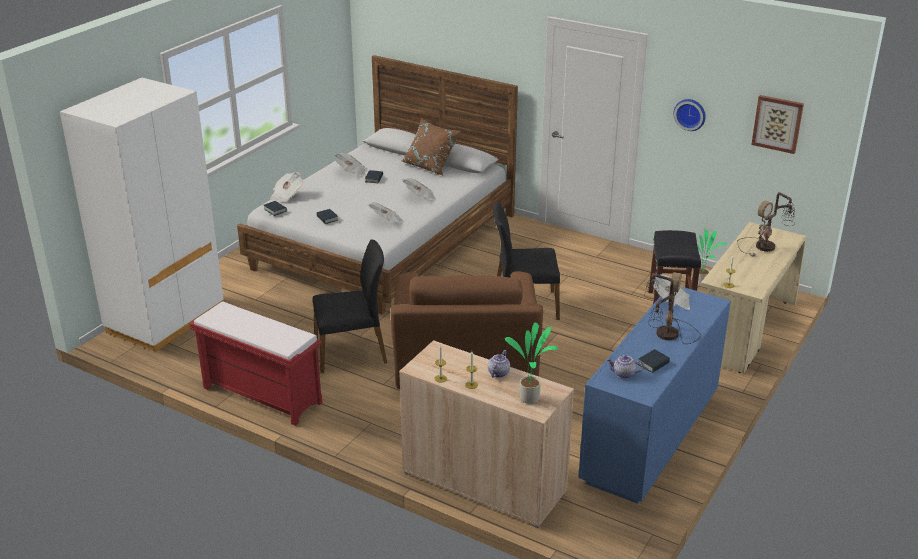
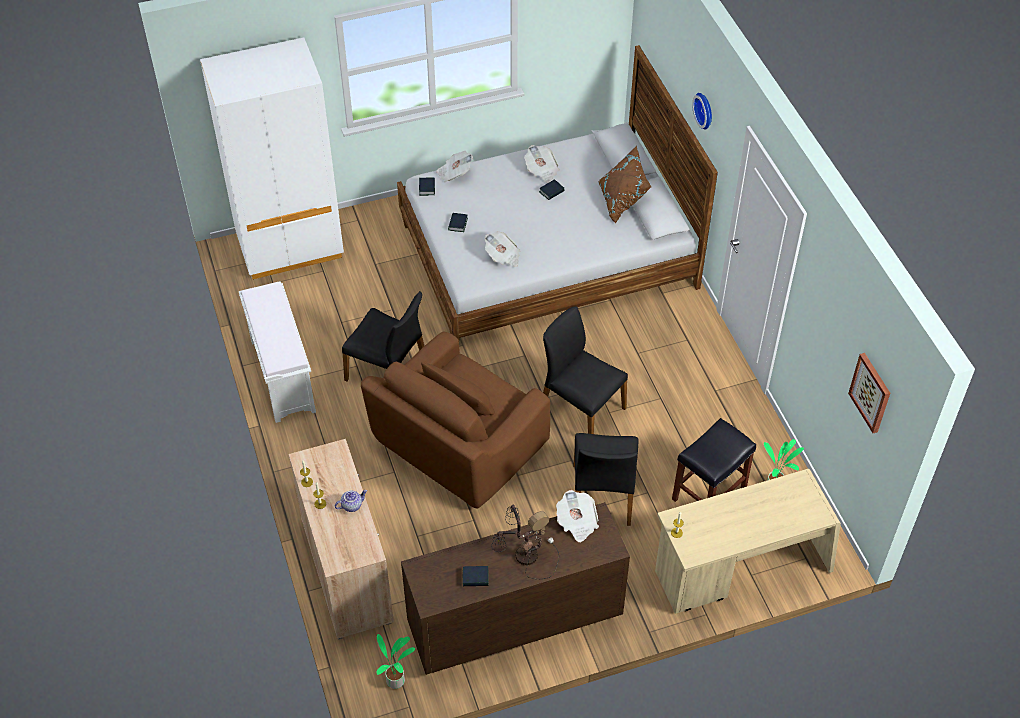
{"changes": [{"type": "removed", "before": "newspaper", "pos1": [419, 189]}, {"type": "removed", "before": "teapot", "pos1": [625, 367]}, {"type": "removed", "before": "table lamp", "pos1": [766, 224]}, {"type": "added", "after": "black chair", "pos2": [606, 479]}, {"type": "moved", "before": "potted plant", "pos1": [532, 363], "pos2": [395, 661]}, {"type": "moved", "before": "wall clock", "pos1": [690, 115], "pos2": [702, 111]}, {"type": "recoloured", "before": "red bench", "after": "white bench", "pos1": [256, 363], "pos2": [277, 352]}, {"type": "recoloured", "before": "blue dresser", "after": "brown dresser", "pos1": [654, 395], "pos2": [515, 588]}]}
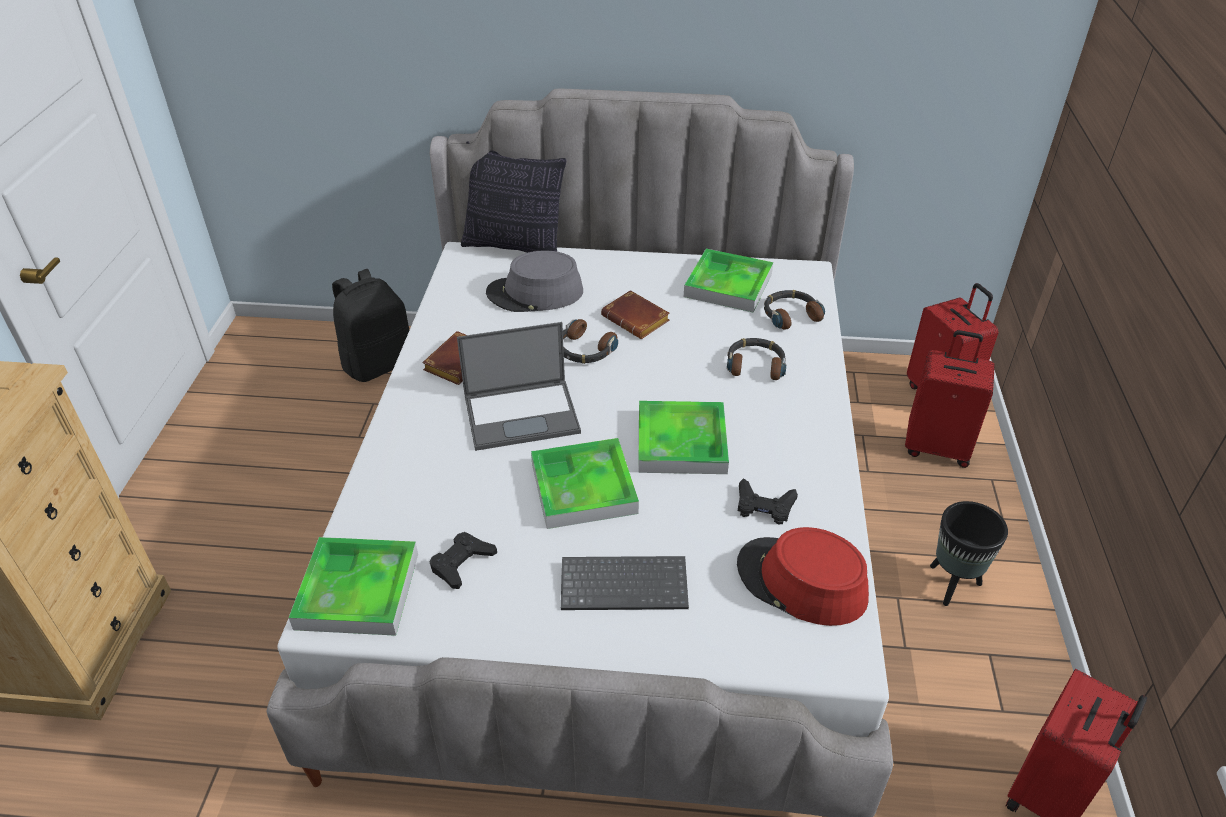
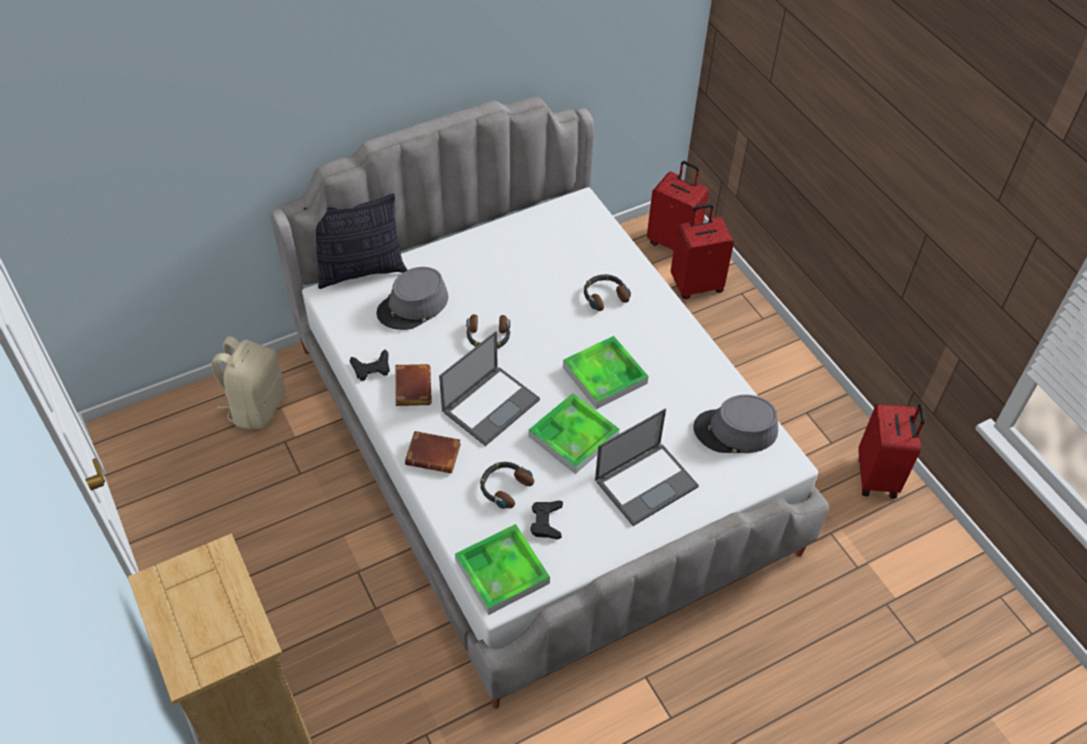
{"changes": [{"type": "removed", "before": "tray", "pos1": [728, 280]}, {"type": "removed", "before": "black planter", "pos1": [969, 553]}, {"type": "moved", "before": "brown book", "pos1": [635, 314], "pos2": [433, 452]}, {"type": "moved", "before": "black game controller", "pos1": [768, 501], "pos2": [370, 365]}, {"type": "moved", "before": "headphones", "pos1": [794, 309], "pos2": [507, 485]}, {"type": "replaced", "before": "keyboard", "after": "laptop", "pos1": [625, 583], "pos2": [647, 467]}, {"type": "recoloured", "before": "black backpack", "after": "beige backpack", "pos1": [370, 325], "pos2": [248, 382]}, {"type": "recoloured", "before": "red hat", "after": "grey hat", "pos1": [803, 576], "pos2": [735, 424]}]}
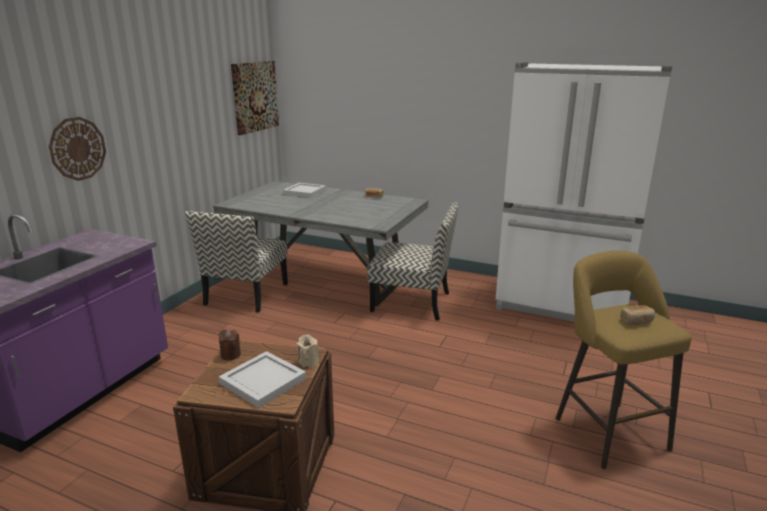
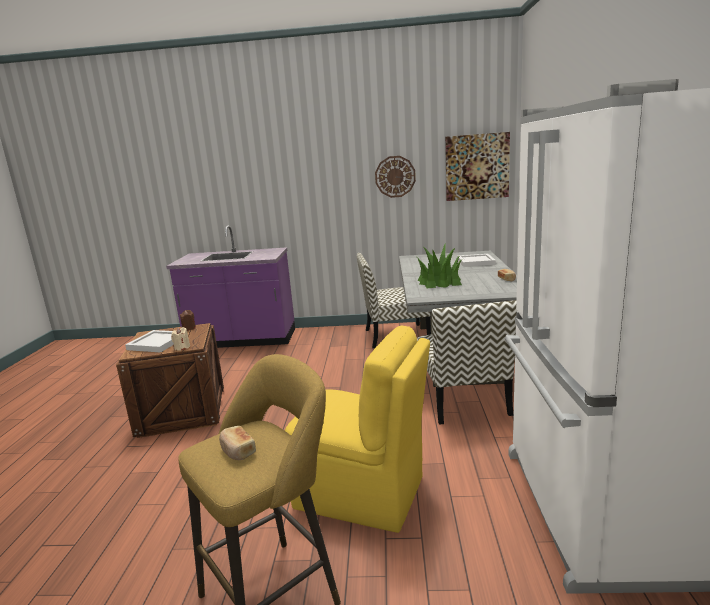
{"changes": [{"type": "added", "after": "yellow chair", "pos2": [357, 429]}, {"type": "added", "after": "potted plant", "pos2": [439, 266]}, {"type": "moved", "before": "wall clock", "pos1": [77, 149], "pos2": [395, 177]}]}
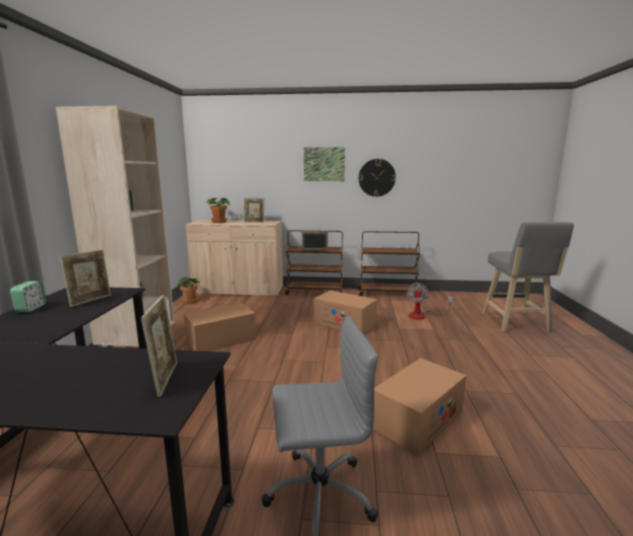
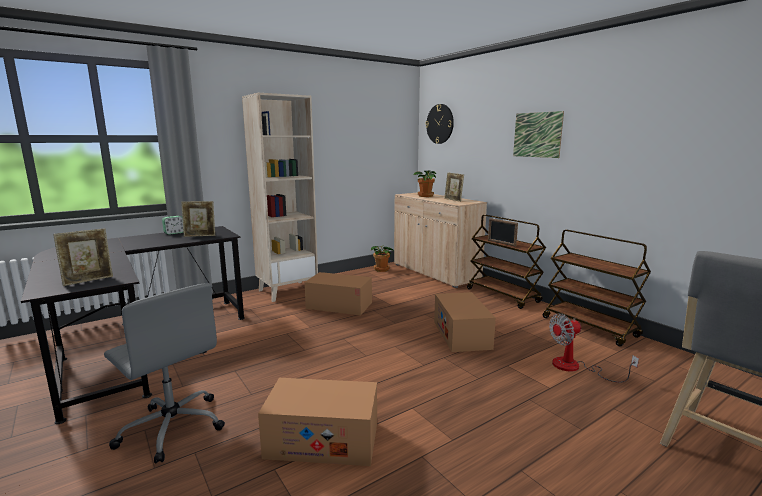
{"changes": [{"type": "moved", "before": "wall clock", "pos1": [377, 178], "pos2": [440, 124]}]}
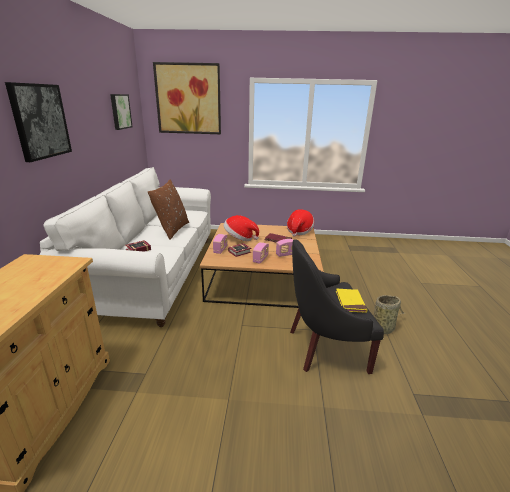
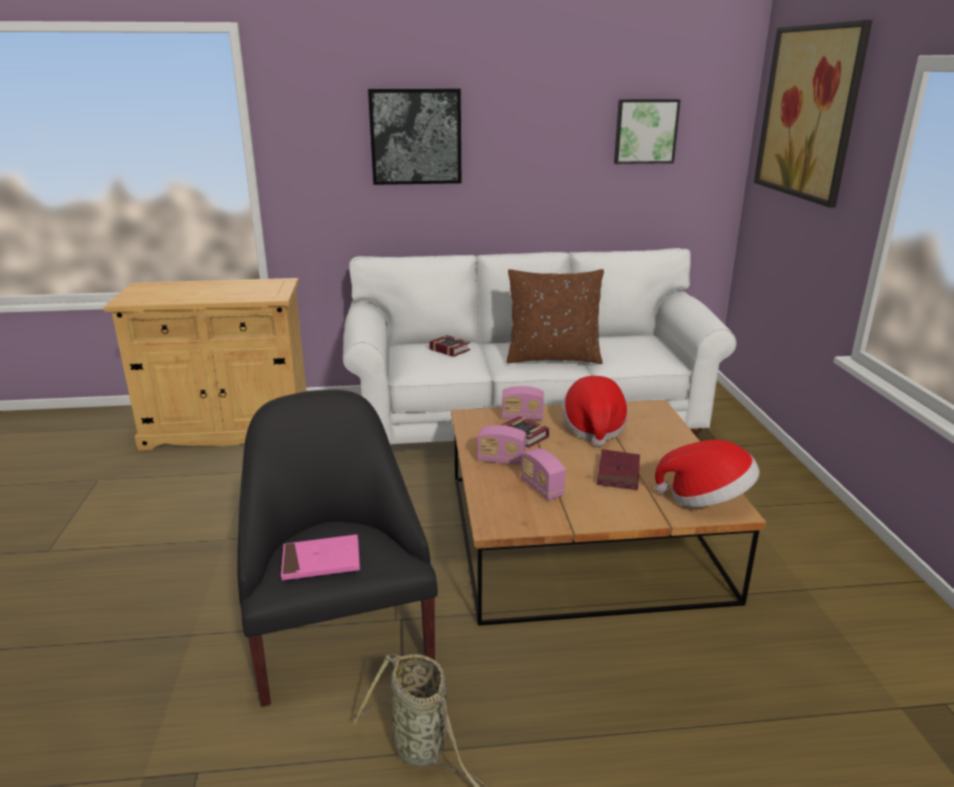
{"changes": [{"type": "recoloured", "before": "yellow book", "after": "pink book", "pos1": [351, 301], "pos2": [320, 557]}]}
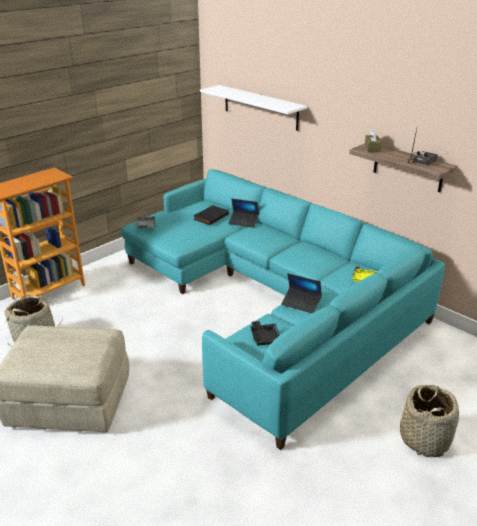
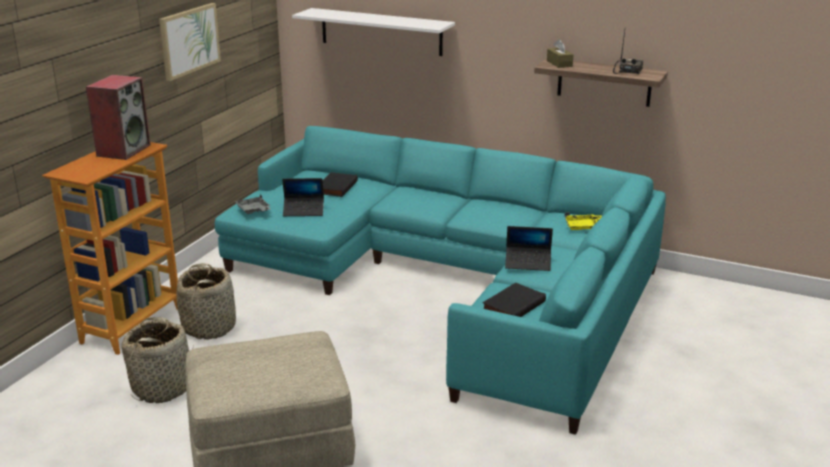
{"changes": [{"type": "added", "after": "speaker", "pos2": [118, 117]}, {"type": "added", "after": "picture", "pos2": [190, 42]}, {"type": "moved", "before": "laptop", "pos1": [243, 213], "pos2": [303, 197]}, {"type": "moved", "before": "basket", "pos1": [429, 421], "pos2": [206, 301]}, {"type": "replaced", "before": "black tray", "after": "black book", "pos1": [264, 333], "pos2": [514, 300]}]}
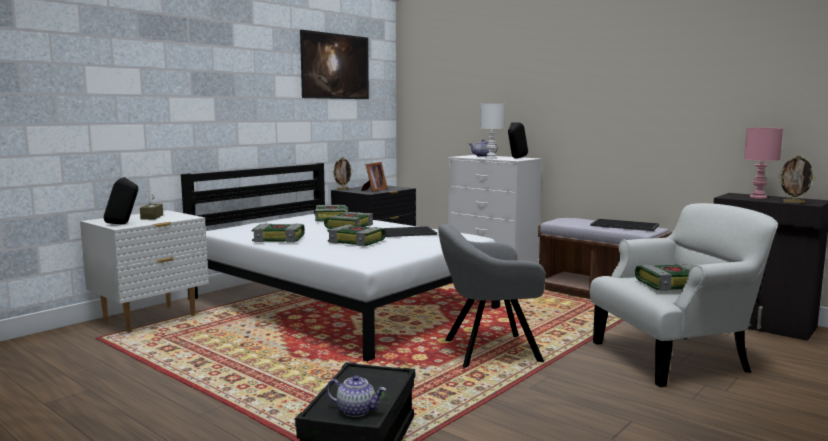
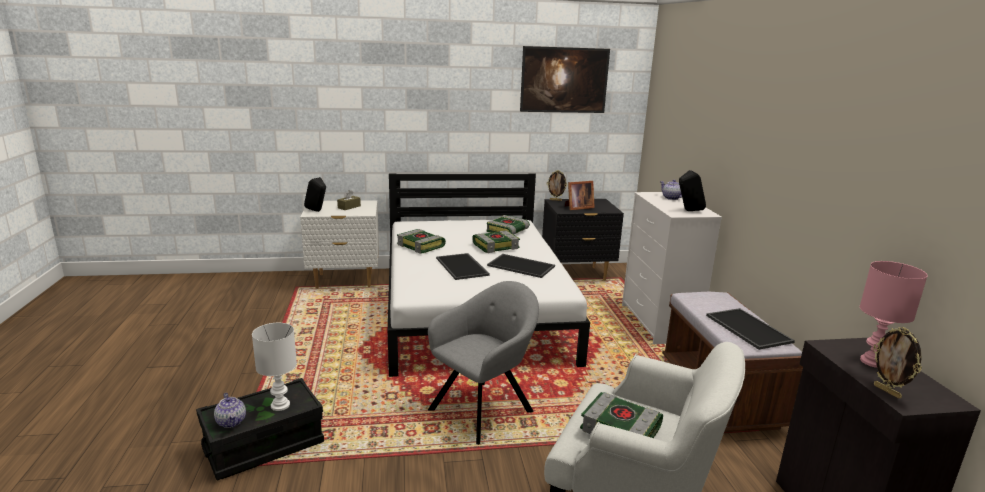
{"changes": [{"type": "moved", "before": "white table lamp", "pos1": [492, 131], "pos2": [274, 367]}, {"type": "replaced", "before": "book", "after": "tray", "pos1": [356, 236], "pos2": [463, 266]}, {"type": "turned", "before": "grey armchair", "pos1": [492, 296], "pos2": [483, 363], "turn": 105}]}
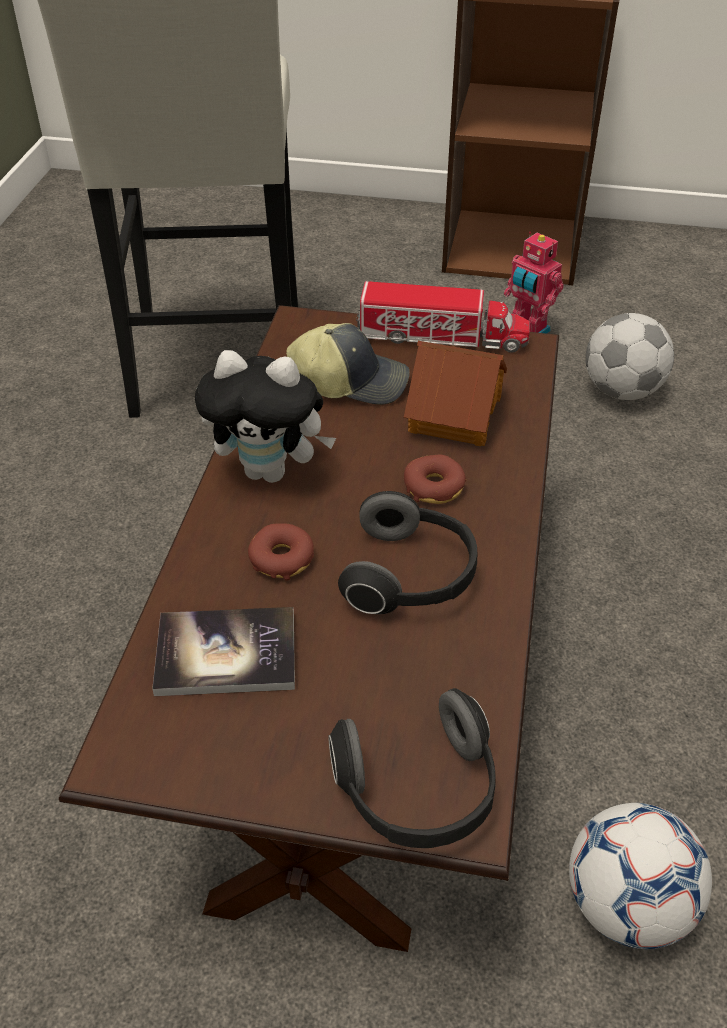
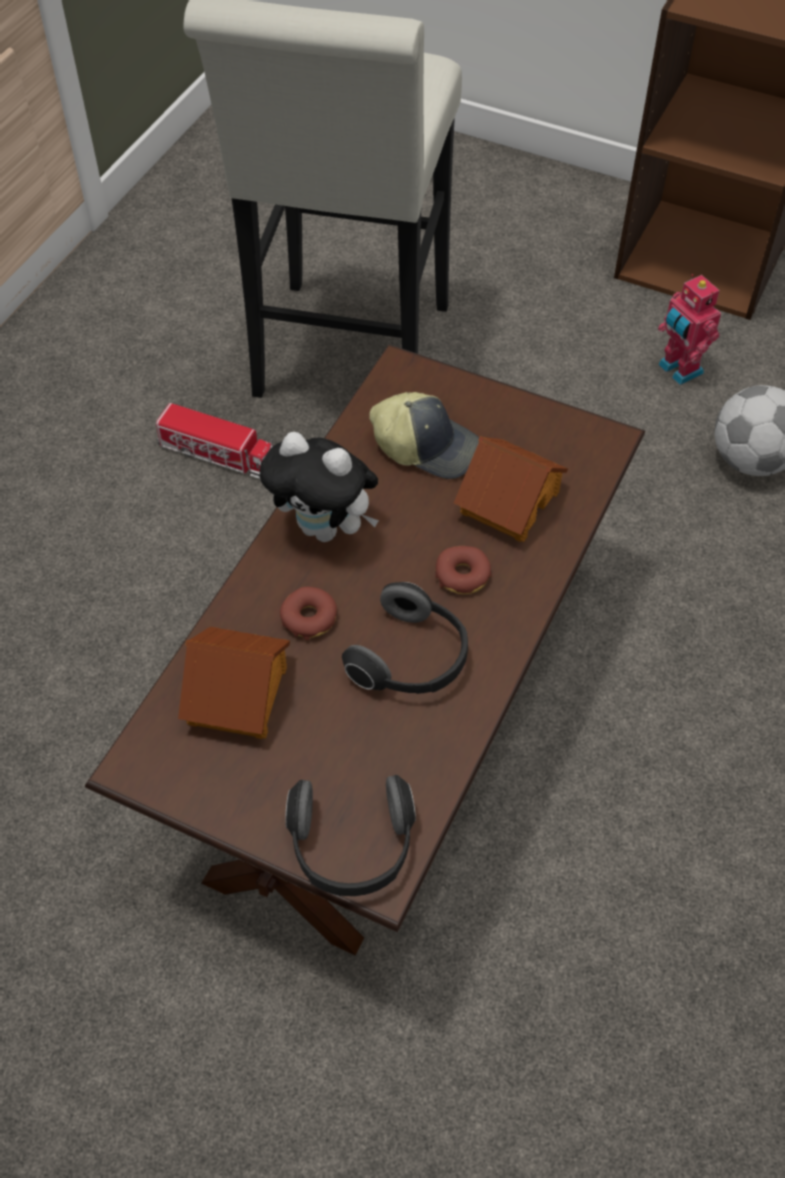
{"changes": [{"type": "removed", "before": "football", "pos1": [640, 876]}, {"type": "moved", "before": "toy truck", "pos1": [443, 317], "pos2": [214, 441]}, {"type": "replaced", "before": "book", "after": "toy house", "pos1": [223, 651], "pos2": [234, 683]}]}
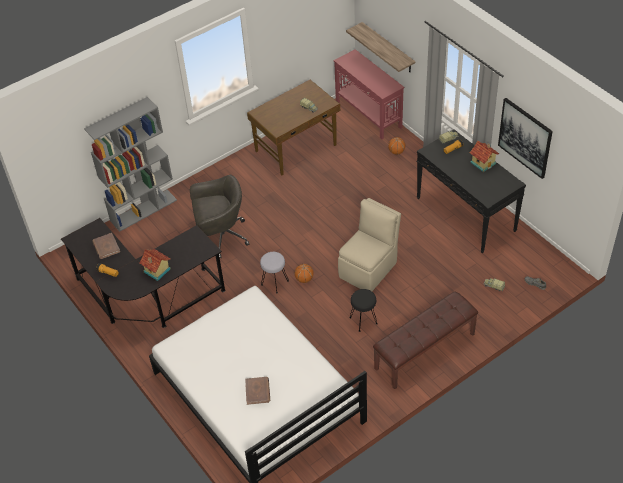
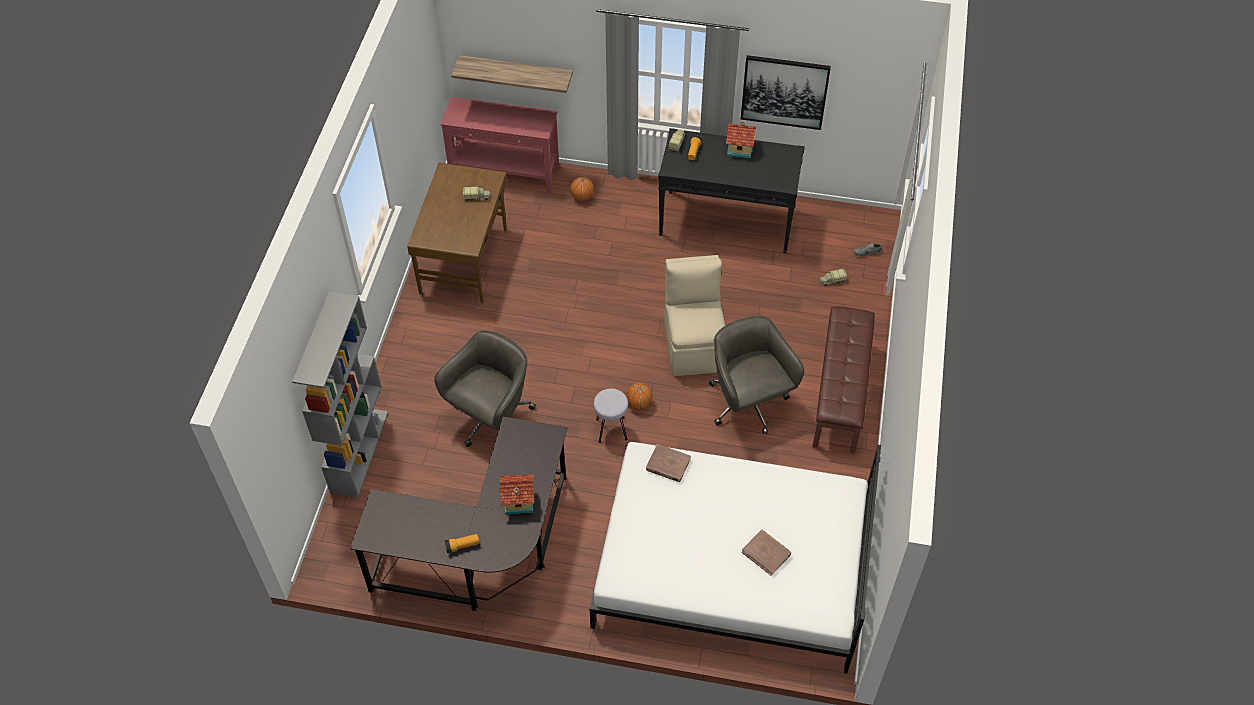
{"changes": [{"type": "moved", "before": "brown book", "pos1": [106, 246], "pos2": [668, 463]}, {"type": "replaced", "before": "black stool", "after": "grey office chair", "pos1": [363, 310], "pos2": [756, 375]}]}
